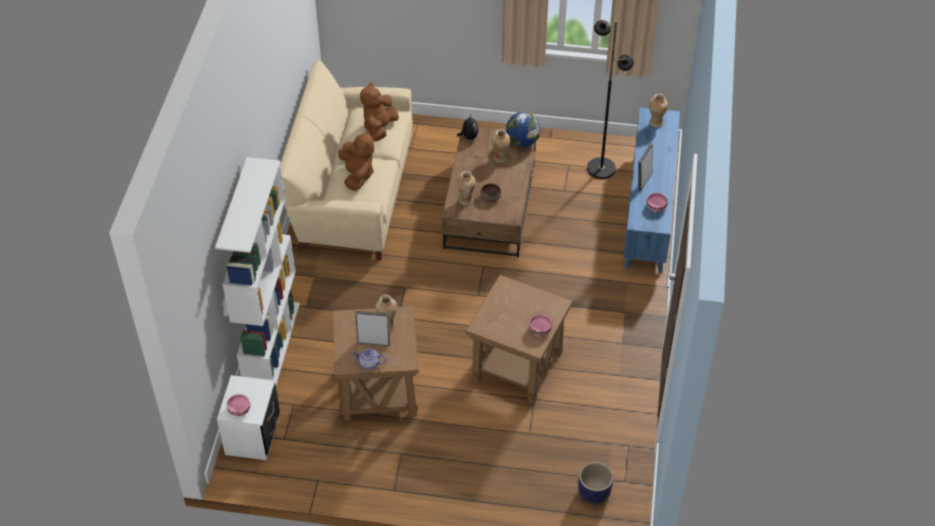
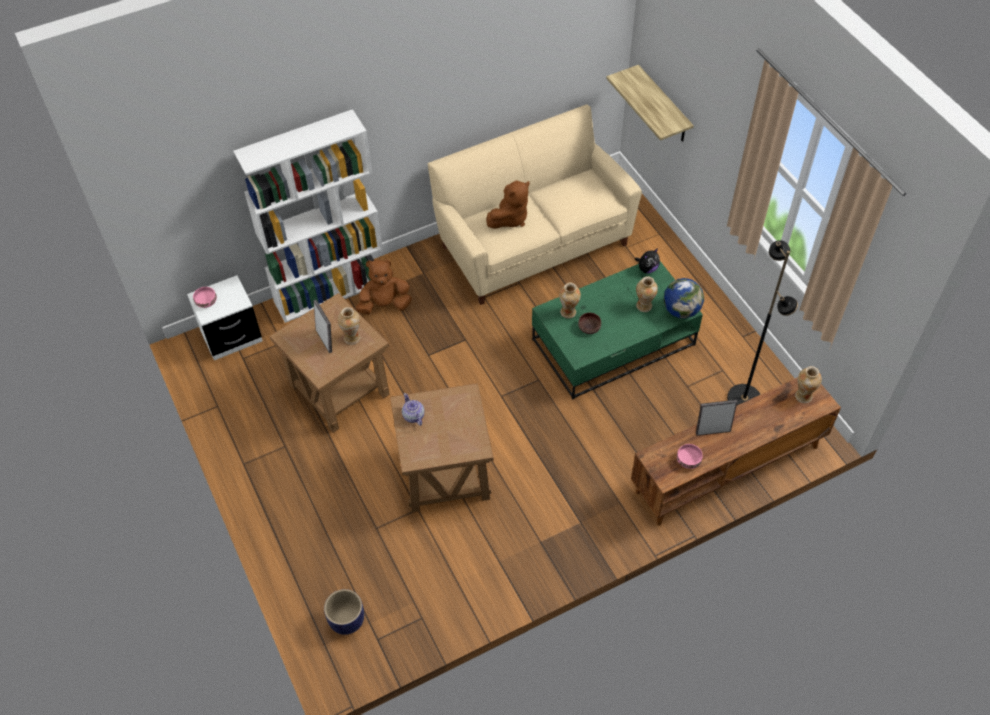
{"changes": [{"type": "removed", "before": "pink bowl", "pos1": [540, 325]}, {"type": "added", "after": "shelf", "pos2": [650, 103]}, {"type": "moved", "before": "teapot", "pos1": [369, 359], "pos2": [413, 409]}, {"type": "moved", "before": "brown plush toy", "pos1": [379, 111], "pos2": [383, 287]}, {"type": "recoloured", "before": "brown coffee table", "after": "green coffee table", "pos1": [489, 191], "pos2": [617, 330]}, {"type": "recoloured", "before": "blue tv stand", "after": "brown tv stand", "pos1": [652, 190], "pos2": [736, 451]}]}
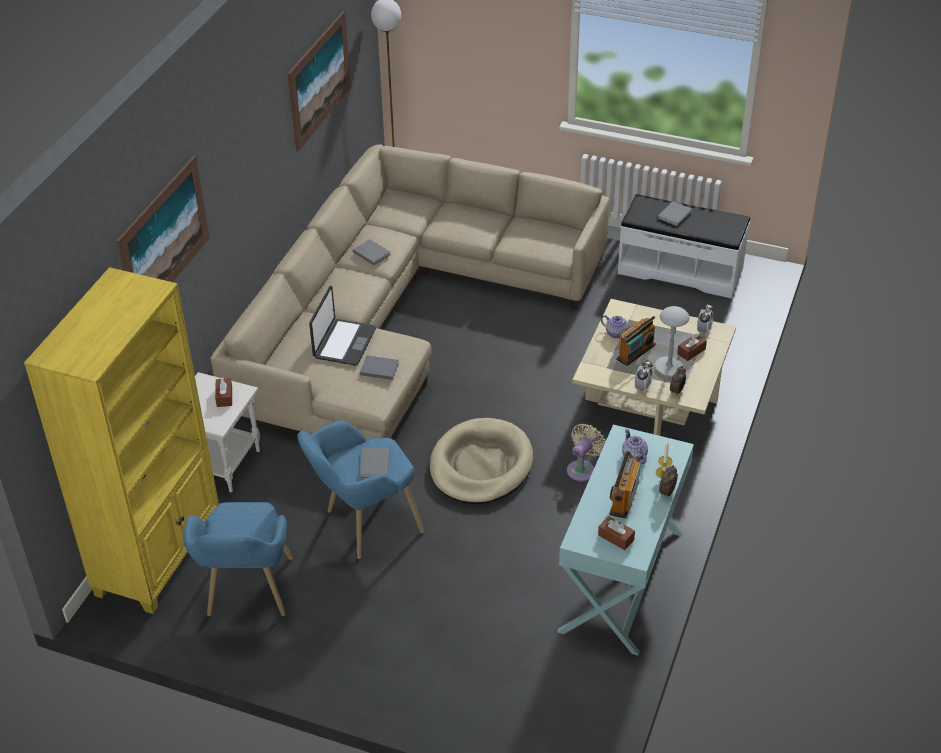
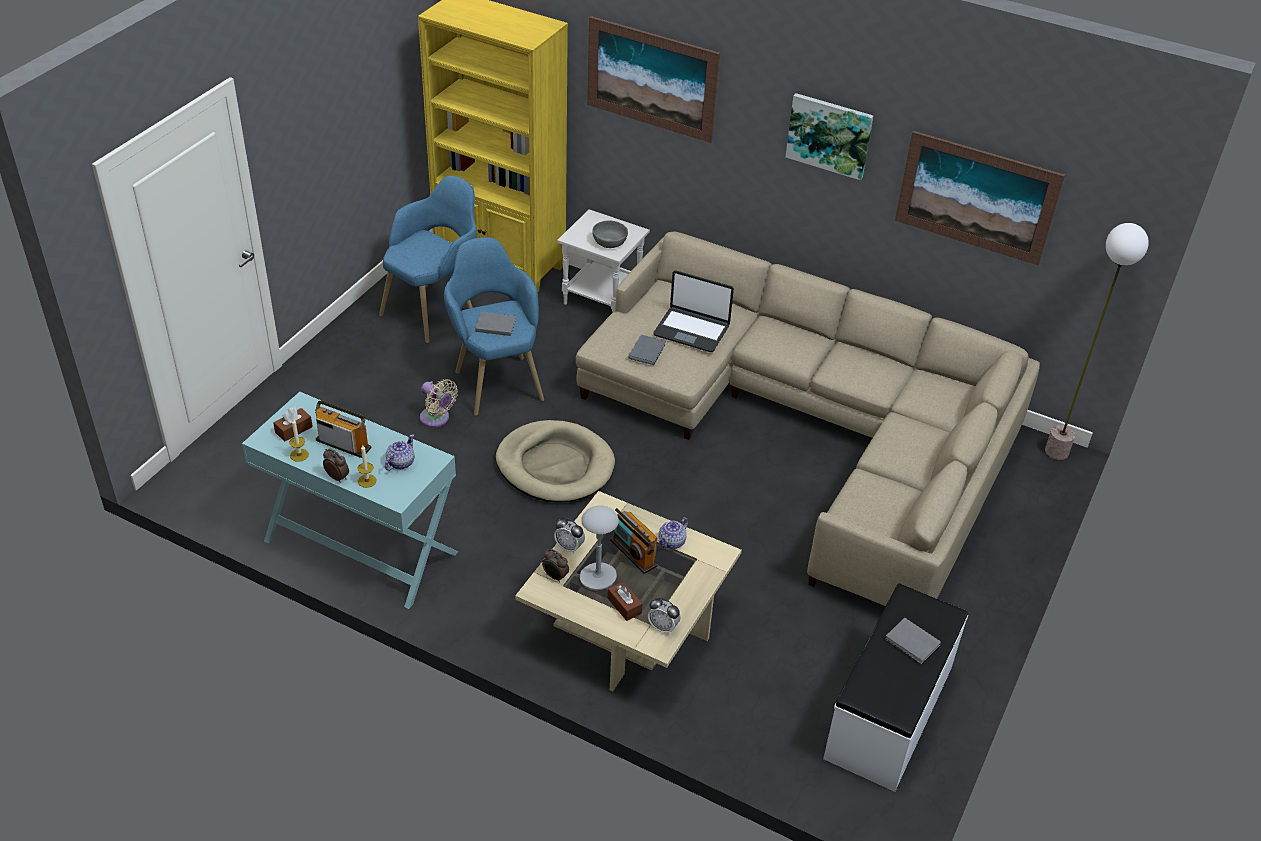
{"changes": [{"type": "removed", "before": "grey book", "pos1": [372, 252]}, {"type": "added", "after": "candle", "pos2": [299, 440]}, {"type": "added", "after": "picture", "pos2": [829, 136]}, {"type": "moved", "before": "beige fan", "pos1": [586, 453], "pos2": [439, 403]}, {"type": "replaced", "before": "brown tissue box", "after": "grey bowl", "pos1": [223, 392], "pos2": [610, 234]}, {"type": "turned", "before": "blue armchair", "pos1": [238, 559], "pos2": [428, 259], "turn": 120}, {"type": "turned", "before": "teapot", "pos1": [635, 446], "pos2": [400, 452], "turn": -45}]}
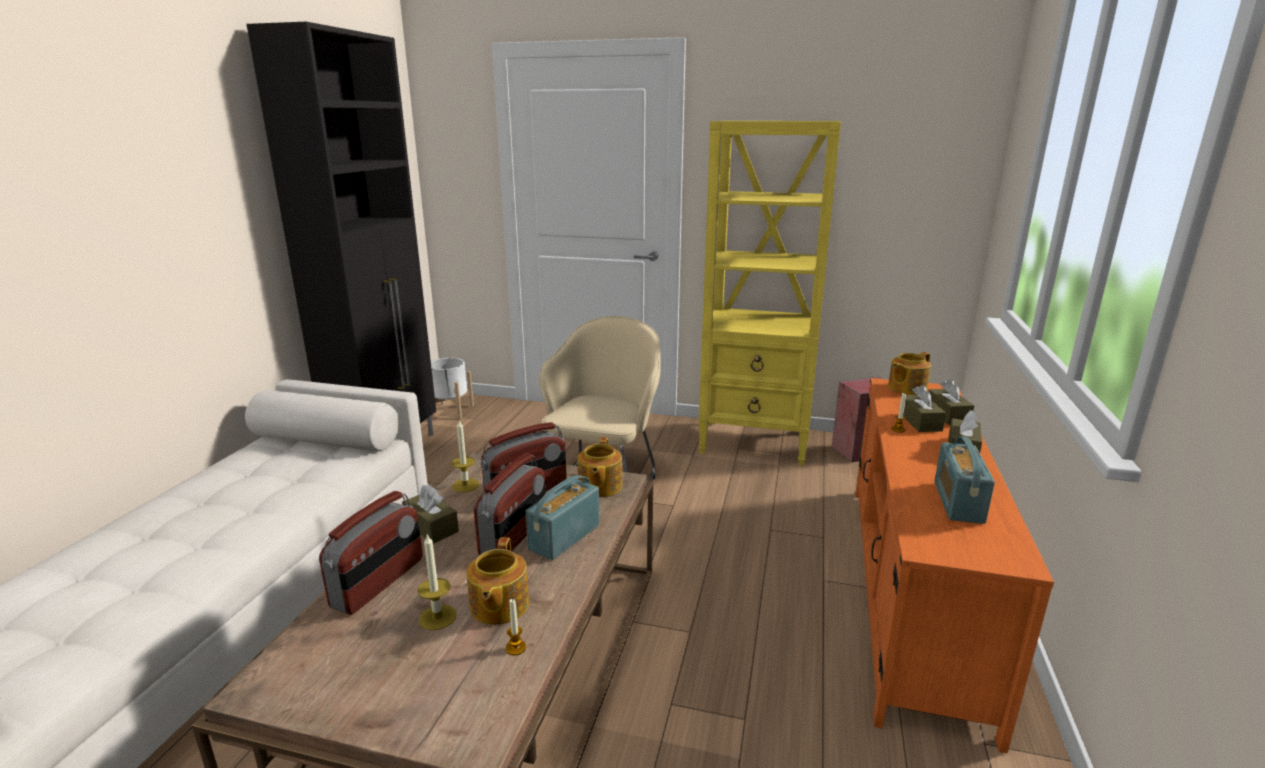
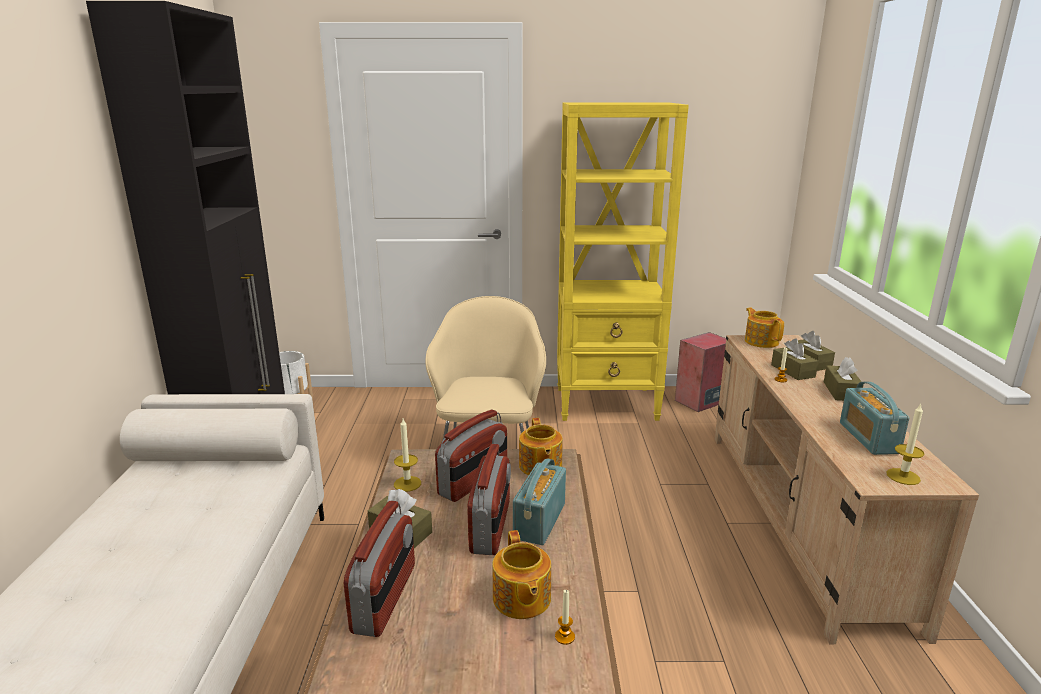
{"changes": [{"type": "moved", "before": "candle", "pos1": [437, 582], "pos2": [905, 444]}, {"type": "recoloured", "before": "orange tv stand", "after": "beige tv stand", "pos1": [955, 566], "pos2": [847, 489]}, {"type": "turned", "before": "teapot", "pos1": [909, 373], "pos2": [764, 328], "turn": 120}]}
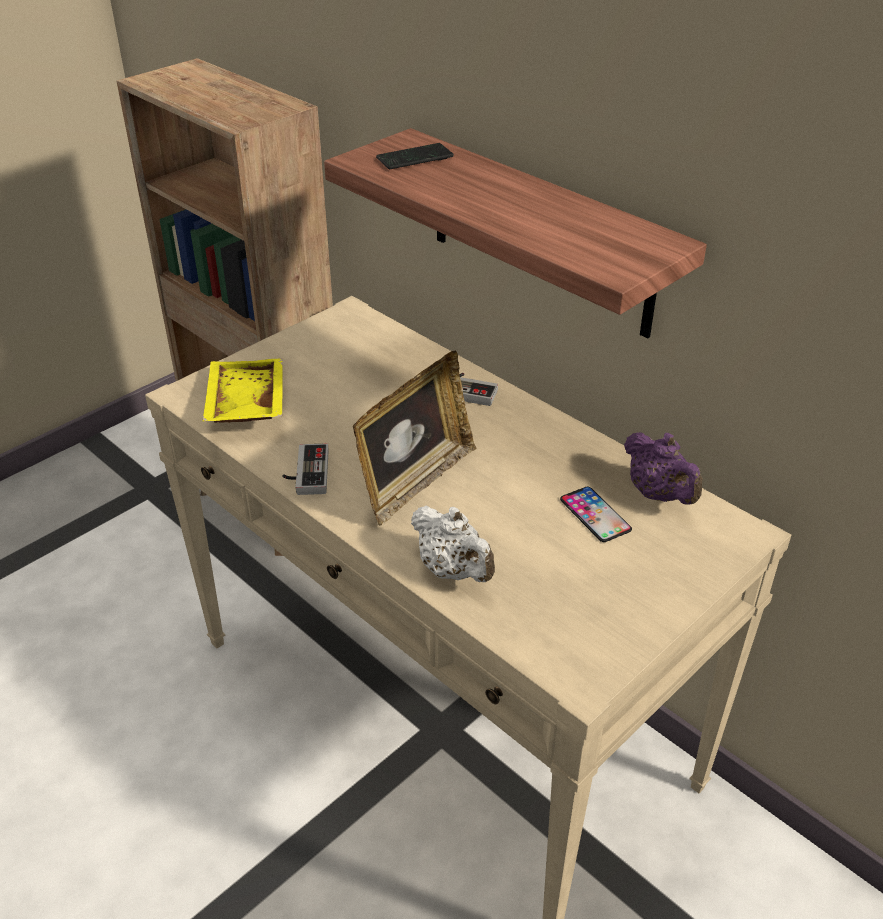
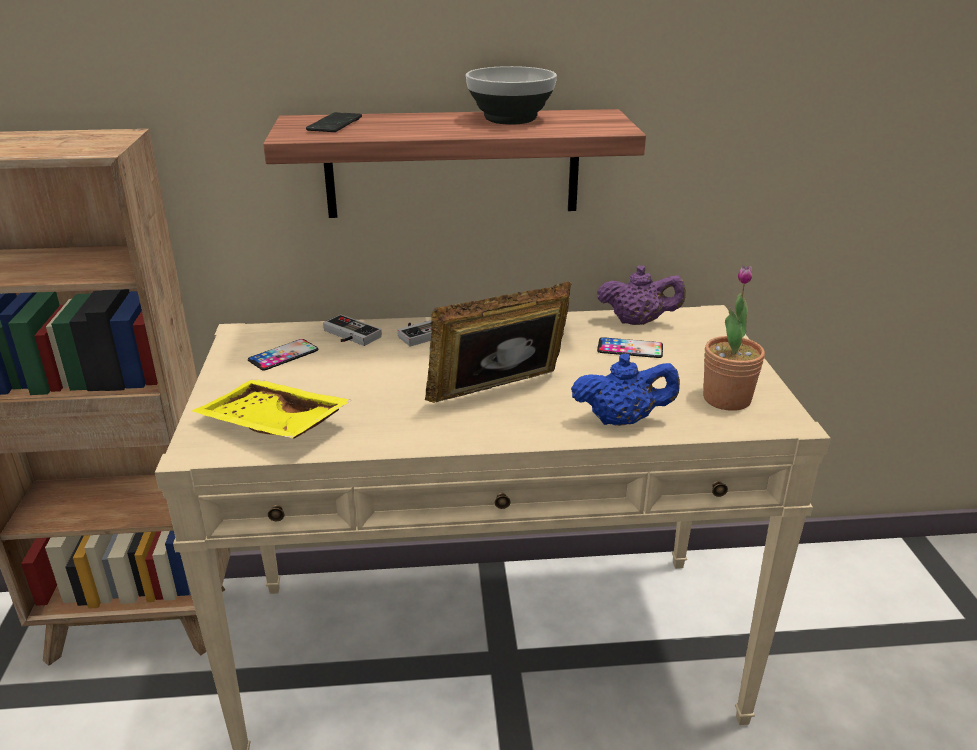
{"changes": [{"type": "added", "after": "phone", "pos2": [283, 354]}, {"type": "added", "after": "bowl", "pos2": [511, 95]}, {"type": "added", "after": "potted plant", "pos2": [734, 338]}, {"type": "moved", "before": "game controller", "pos1": [305, 469], "pos2": [352, 330]}, {"type": "recoloured", "before": "white teapot", "after": "blue teapot", "pos1": [453, 544], "pos2": [625, 390]}, {"type": "turned", "before": "picture frame", "pos1": [414, 438], "pos2": [498, 342], "turn": -105}]}
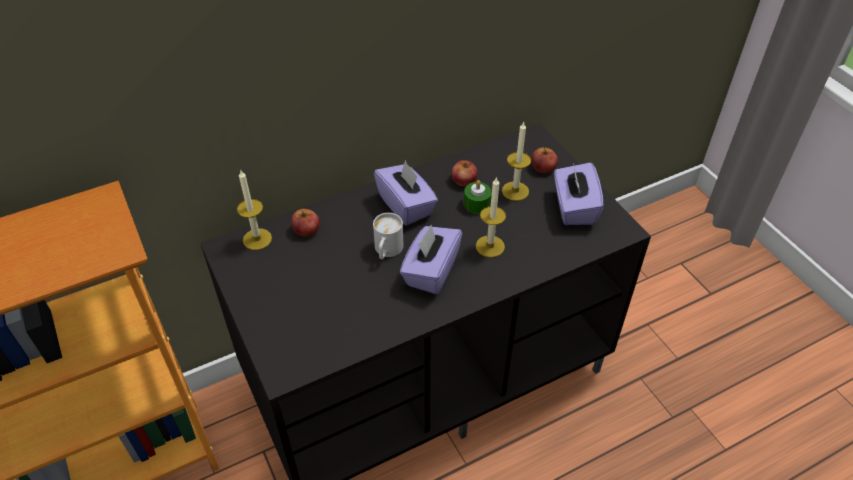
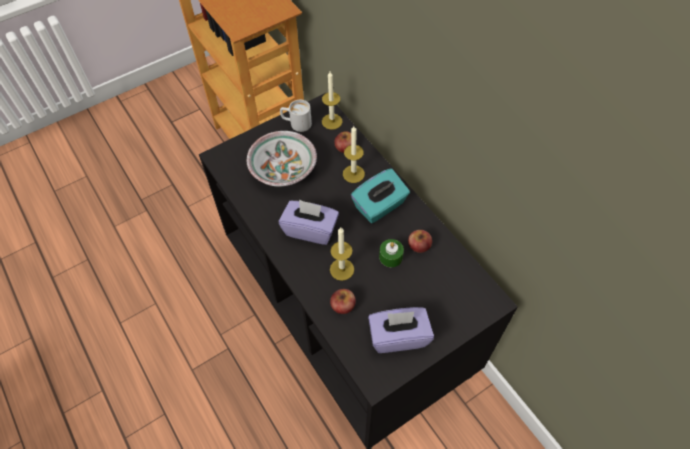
{"changes": [{"type": "added", "after": "bowl", "pos2": [282, 159]}, {"type": "moved", "before": "white mug", "pos1": [388, 236], "pos2": [296, 116]}, {"type": "moved", "before": "candle", "pos1": [516, 161], "pos2": [354, 154]}, {"type": "moved", "before": "apple", "pos1": [545, 160], "pos2": [343, 301]}, {"type": "recoloured", "before": "purple tissue box", "after": "turquoise tissue box", "pos1": [406, 193], "pos2": [380, 195]}]}
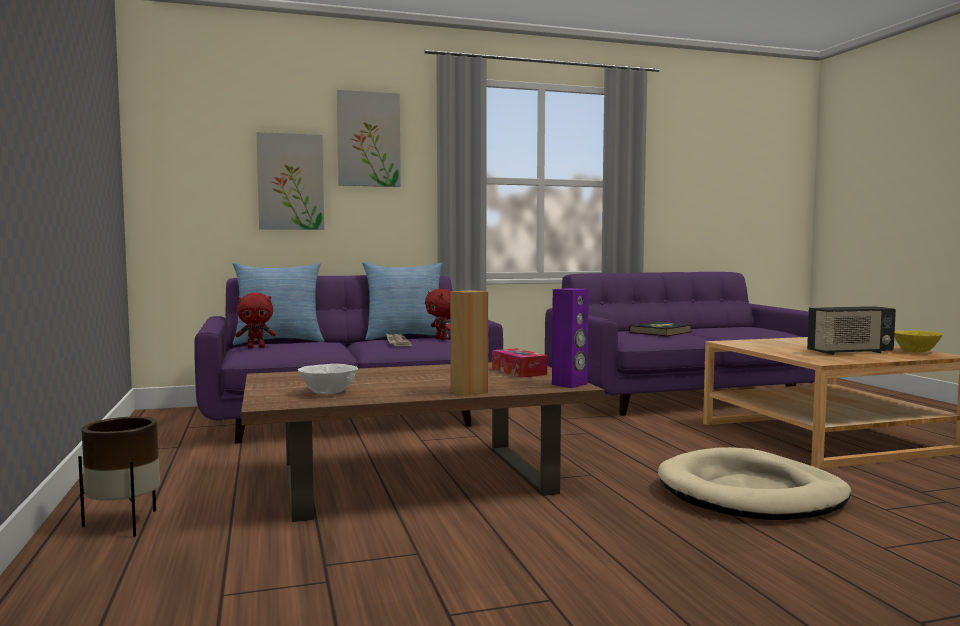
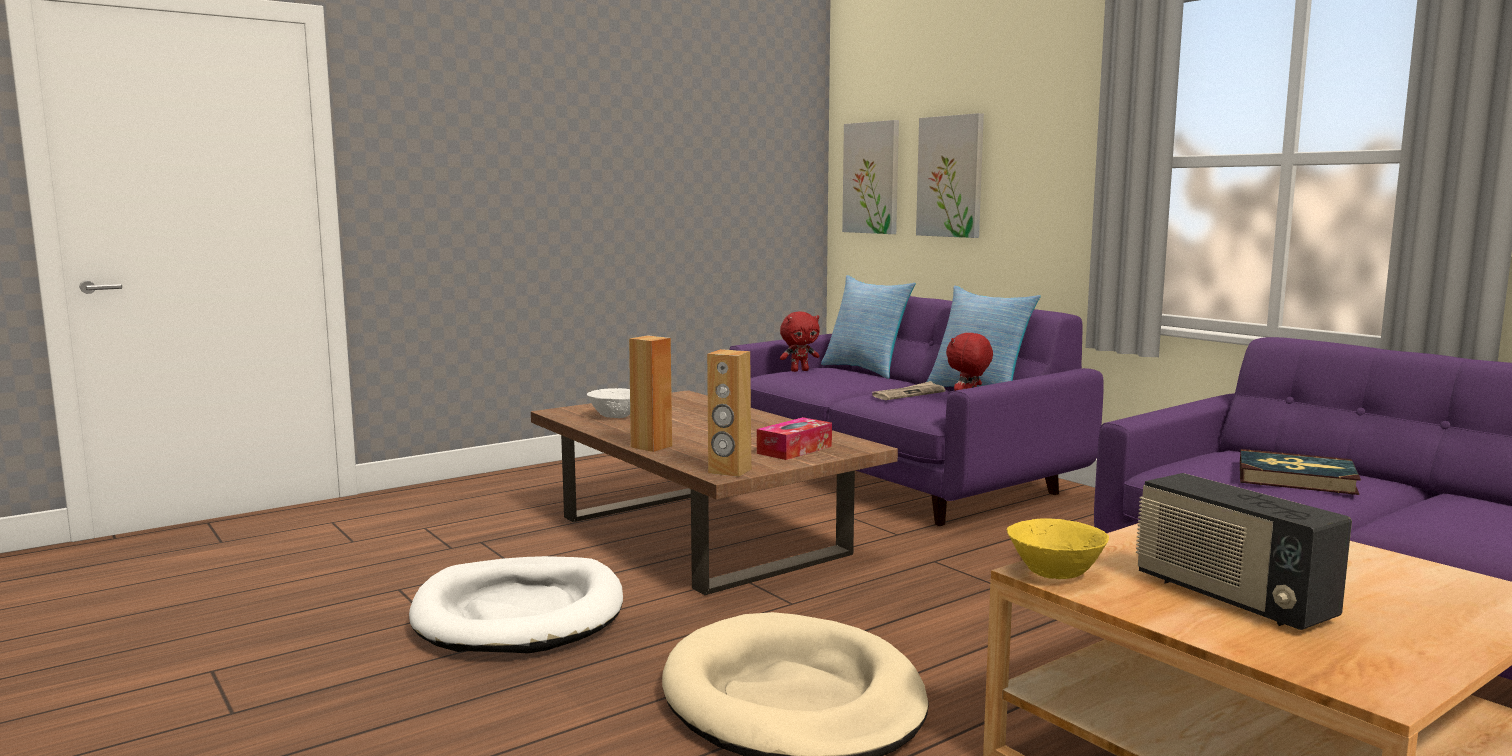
{"changes": [{"type": "removed", "before": "brown planter", "pos1": [119, 477]}, {"type": "added", "after": "white dog bed", "pos2": [516, 604]}, {"type": "moved", "before": "picture", "pos1": [369, 138], "pos2": [870, 177]}, {"type": "moved", "before": "yellow bowl", "pos1": [918, 341], "pos2": [1058, 548]}, {"type": "recoloured", "before": "purple speaker", "after": "brown speaker", "pos1": [570, 338], "pos2": [729, 413]}, {"type": "turned", "before": "red plush toy", "pos1": [255, 320], "pos2": [799, 342], "turn": -75}]}
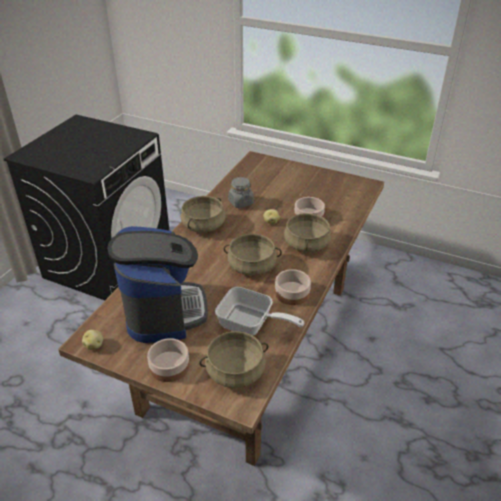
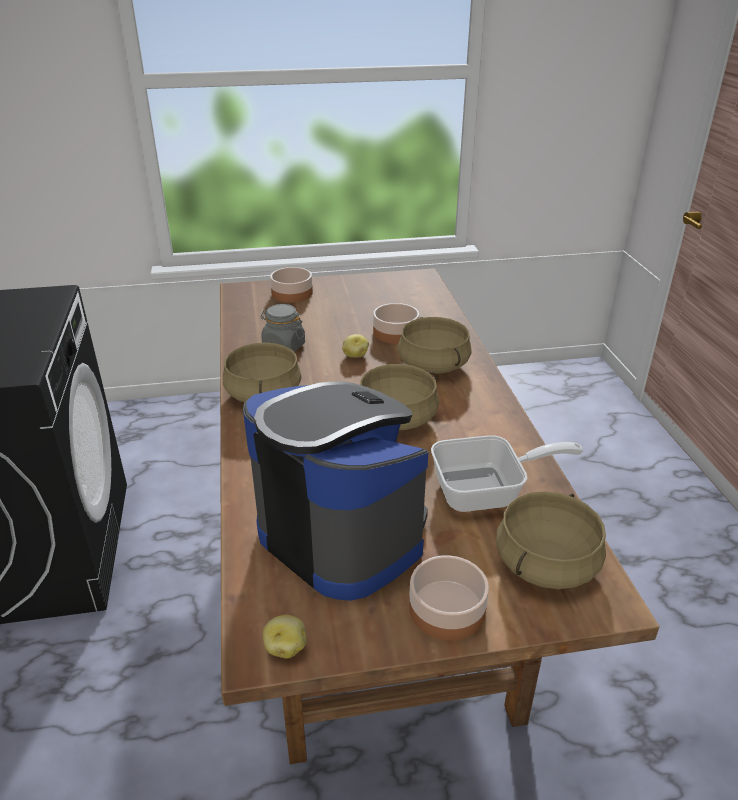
{"changes": [{"type": "moved", "before": "bowl", "pos1": [293, 287], "pos2": [291, 285]}]}
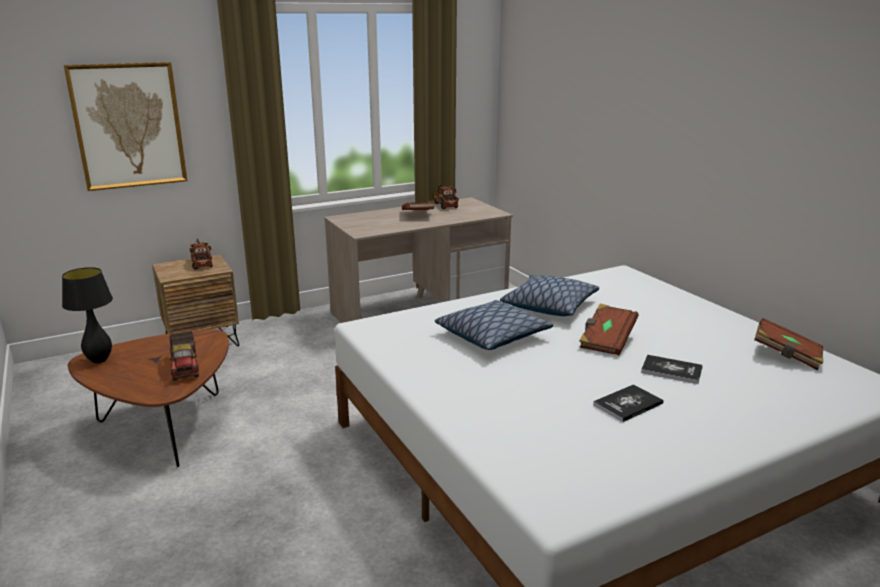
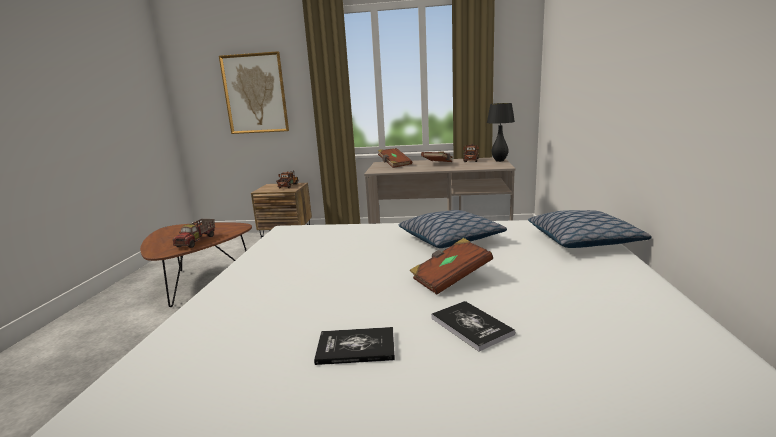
{"changes": [{"type": "moved", "before": "black table lamp", "pos1": [87, 315], "pos2": [501, 132]}, {"type": "moved", "before": "pillow", "pos1": [494, 325], "pos2": [590, 229]}, {"type": "moved", "before": "brown book", "pos1": [788, 344], "pos2": [395, 158]}]}
